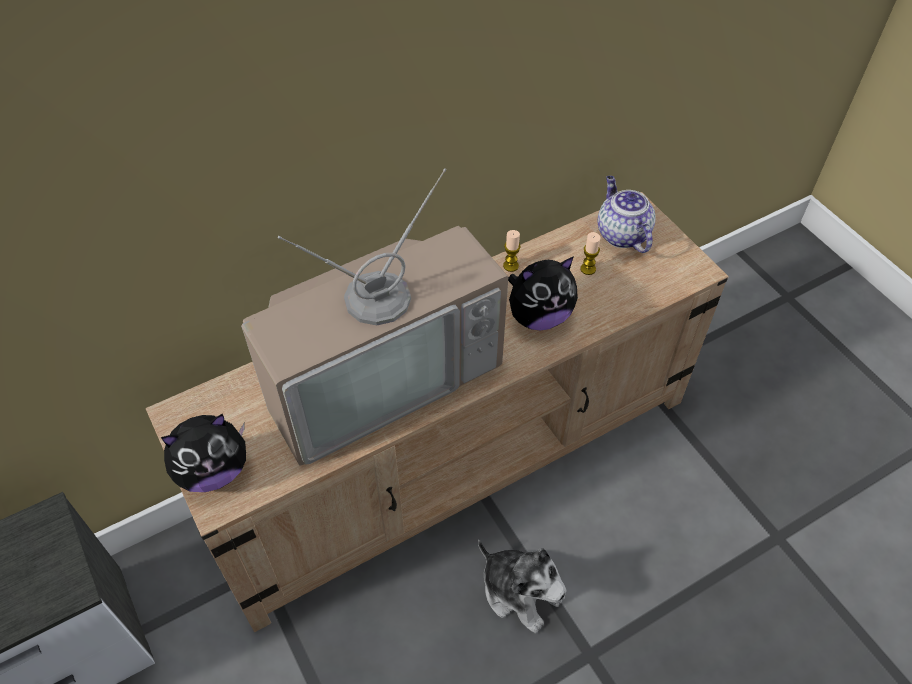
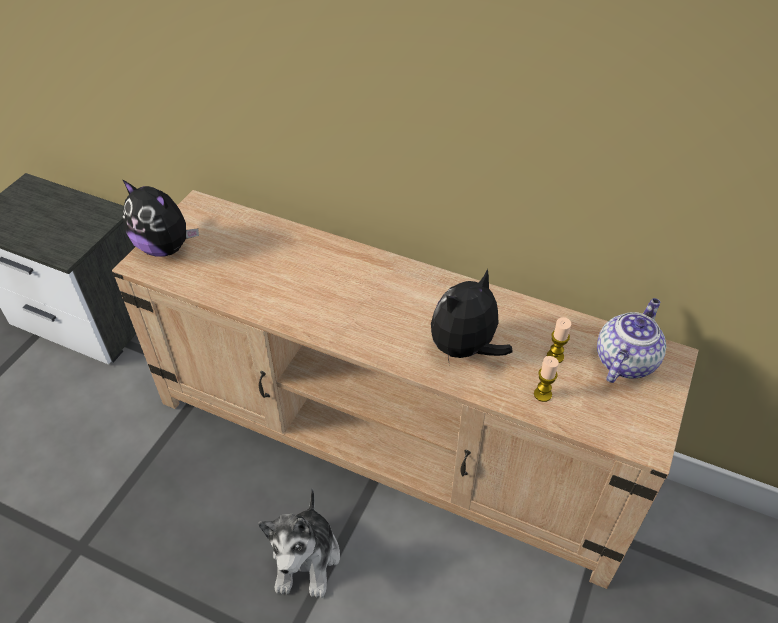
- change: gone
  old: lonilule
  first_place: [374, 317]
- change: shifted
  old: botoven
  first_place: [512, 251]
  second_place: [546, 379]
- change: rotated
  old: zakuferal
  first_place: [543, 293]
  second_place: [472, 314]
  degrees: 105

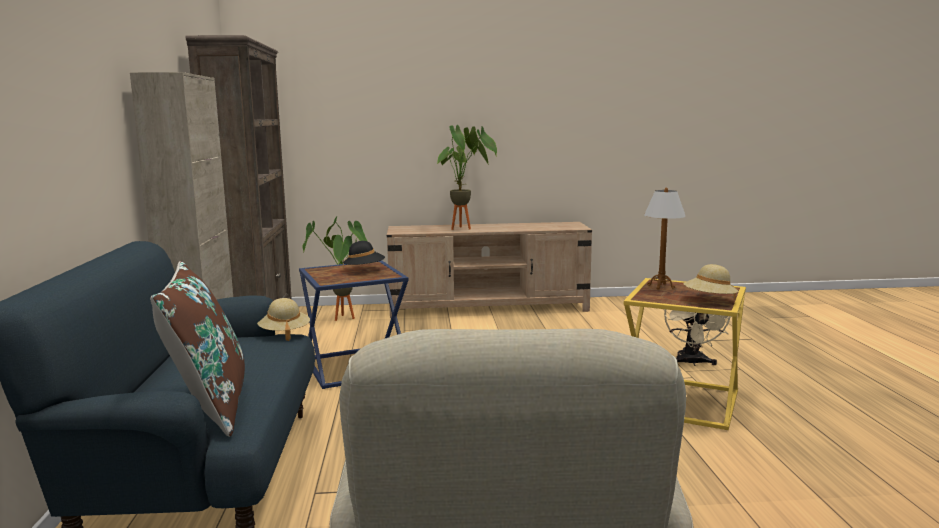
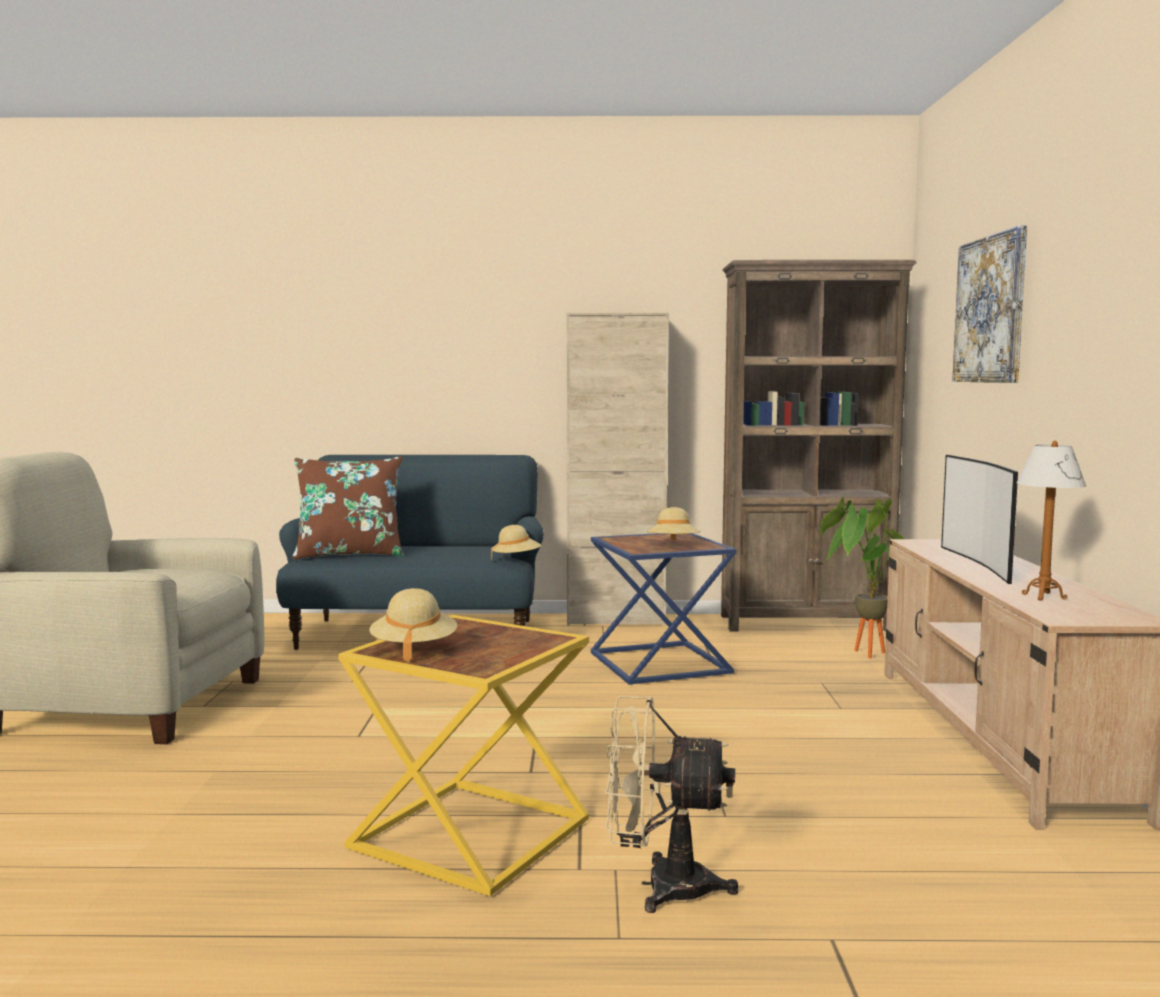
- change: repainted
  old: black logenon
  new: beige logenon
  first_place: [364, 255]
  second_place: [674, 524]
- change: swapped
  old: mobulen
  new: lonilule
  first_place: [466, 177]
  second_place: [979, 519]
- change: shifted
  old: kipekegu
  first_place: [665, 238]
  second_place: [1051, 521]
- change: new
  new: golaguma
  second_place: [989, 304]

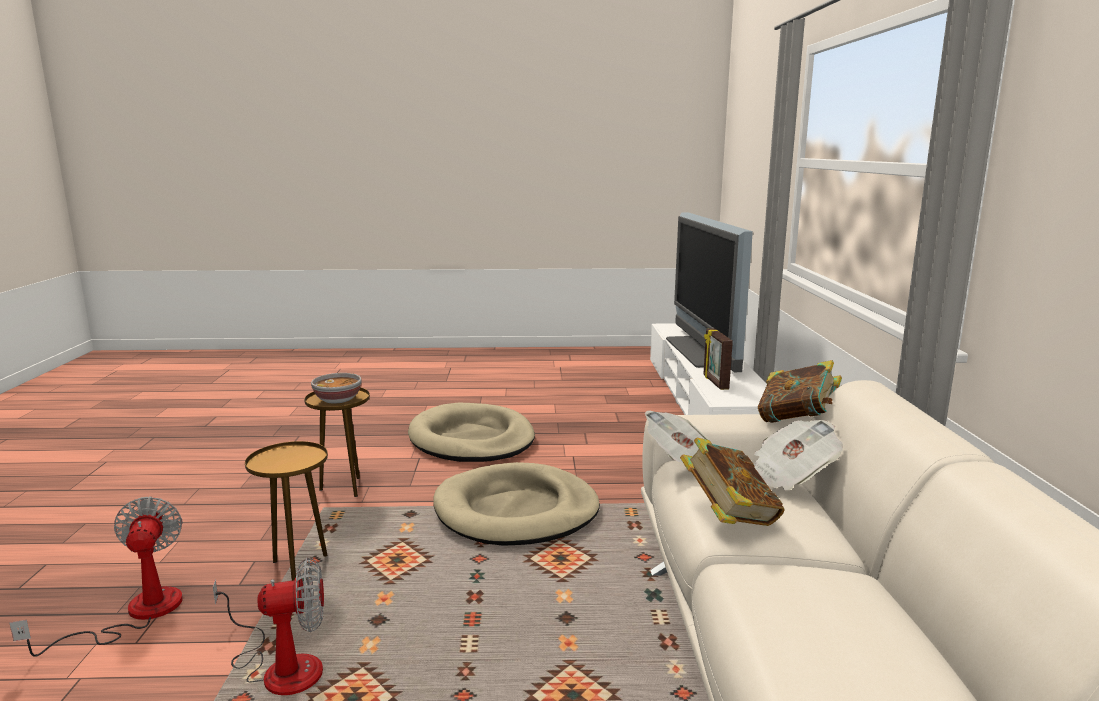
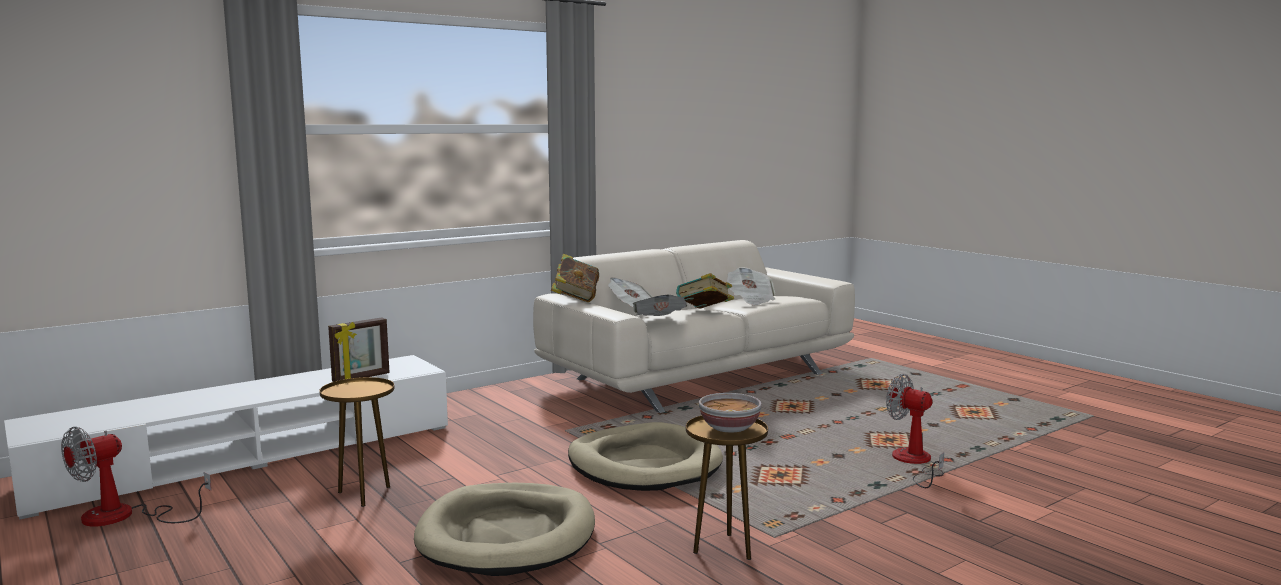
- change: shifted
  old: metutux
  first_place: [96, 577]
  second_place: [136, 476]
- change: shifted
  old: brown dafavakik
  first_place: [286, 511]
  second_place: [356, 442]
- change: gone
  old: lonilule
  first_place: [709, 292]
- change: new
  new: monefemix
  second_place: [751, 286]

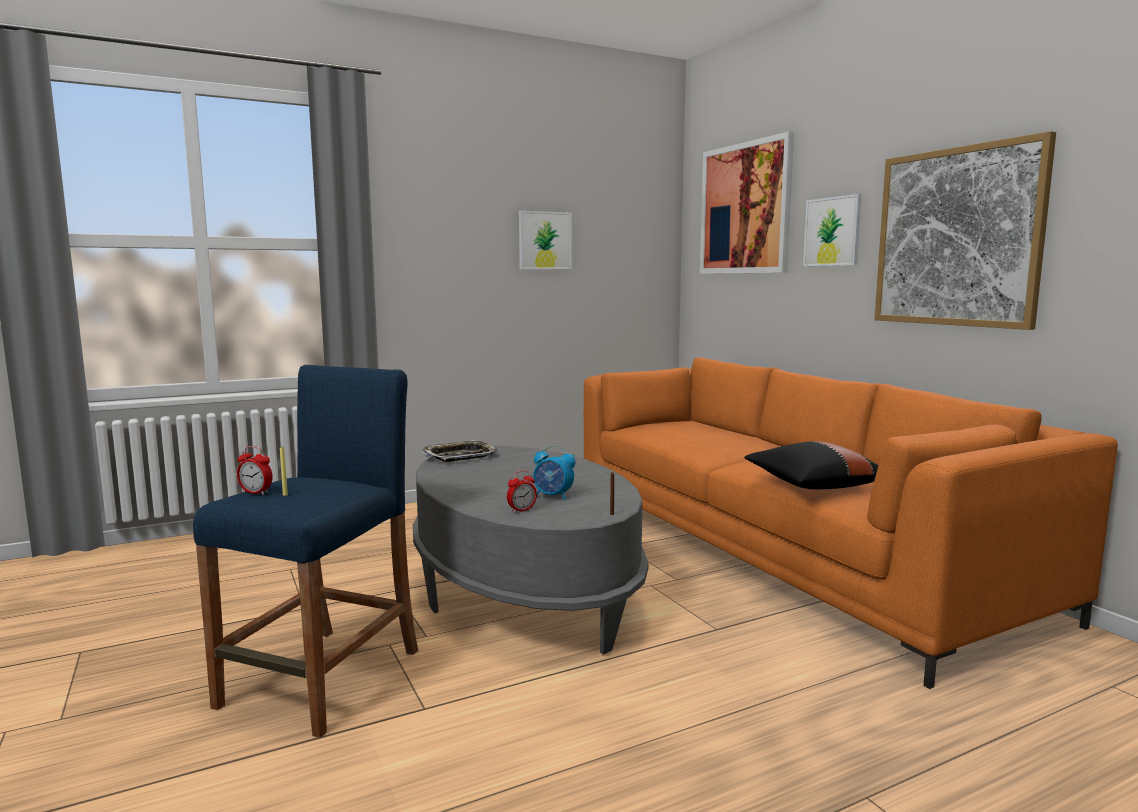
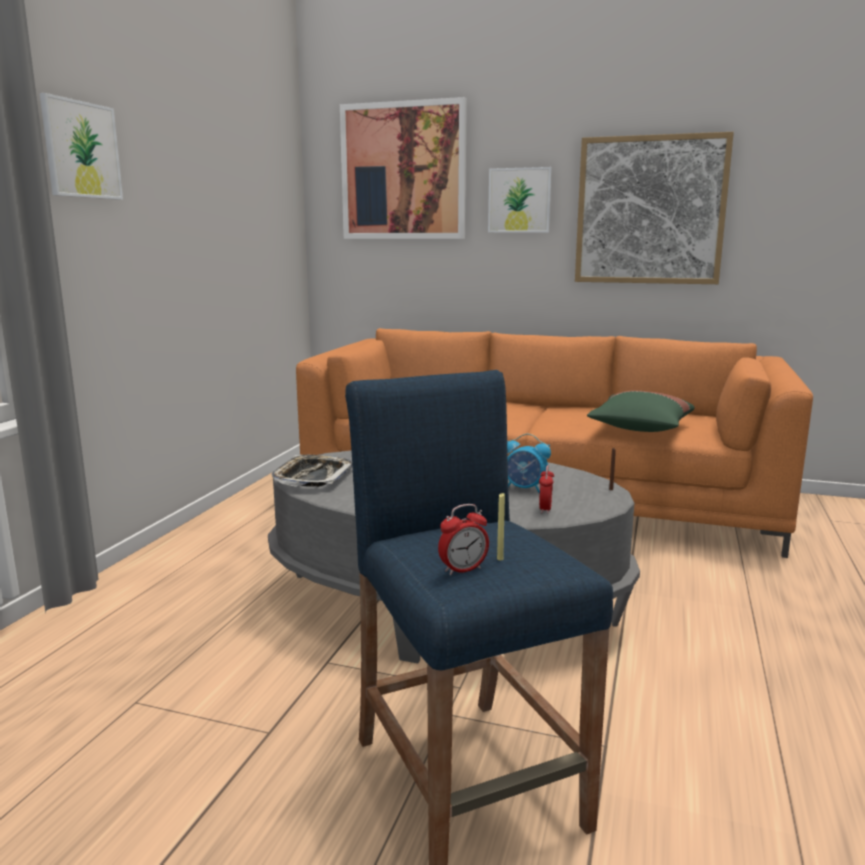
- change: shifted
  old: golaguma
  first_place: [545, 240]
  second_place: [81, 146]
- change: rotated
  old: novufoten
  first_place: [554, 472]
  second_place: [529, 464]
  degrees: 45
- change: repainted
  old: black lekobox
  new: green lekobox
  first_place: [811, 465]
  second_place: [641, 411]

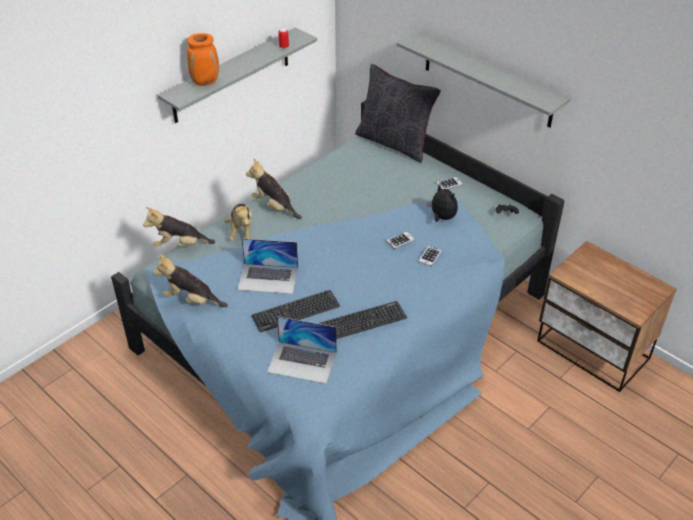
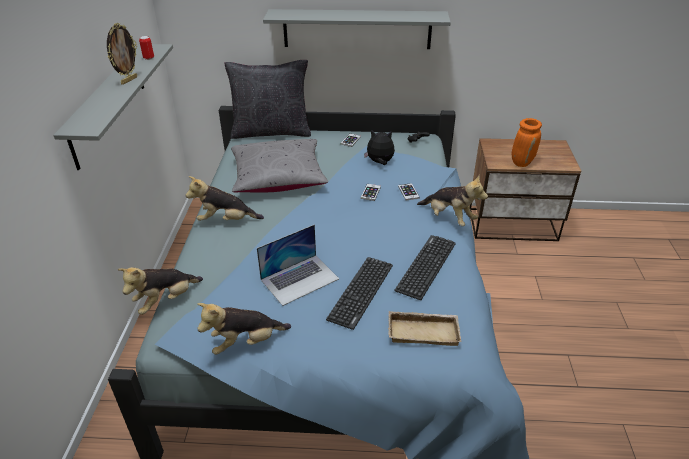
- change: shifted
  old: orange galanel
  first_place: [203, 59]
  second_place: [527, 142]
- change: shifted
  old: zakuferal
  first_place: [238, 222]
  second_place: [452, 200]
- change: swapped
  old: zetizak
  new: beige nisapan
  first_place: [302, 350]
  second_place: [425, 328]
- change: new
  new: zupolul
  second_place: [122, 54]
- change: new
  new: grey lekobox
  second_place: [279, 165]

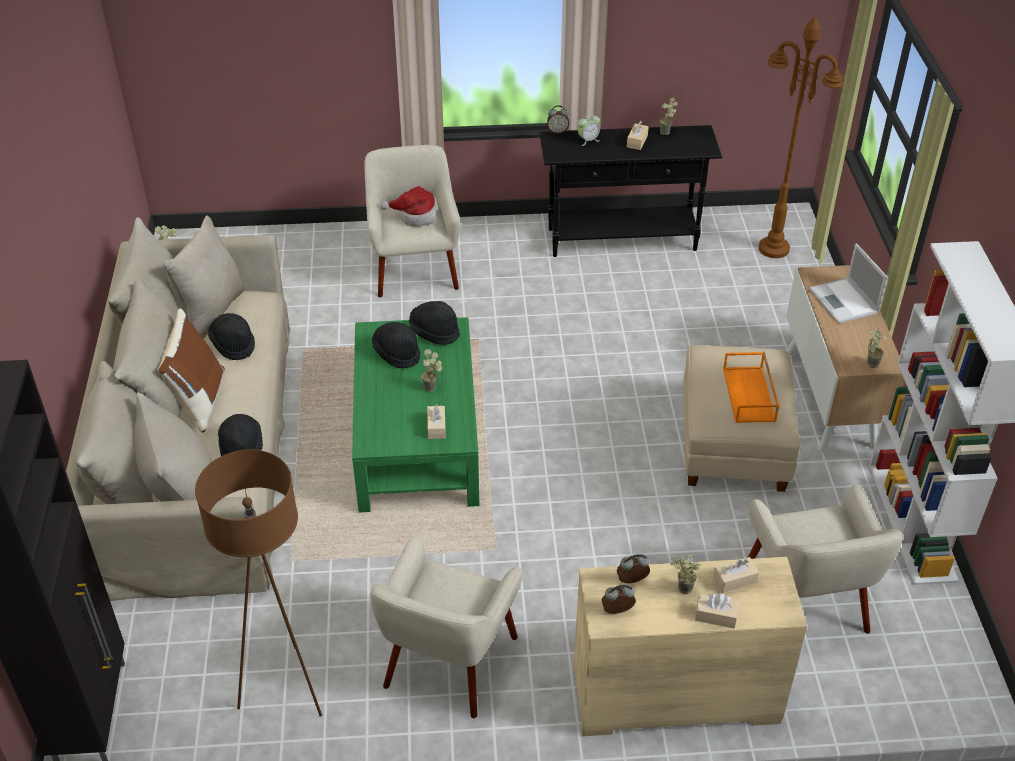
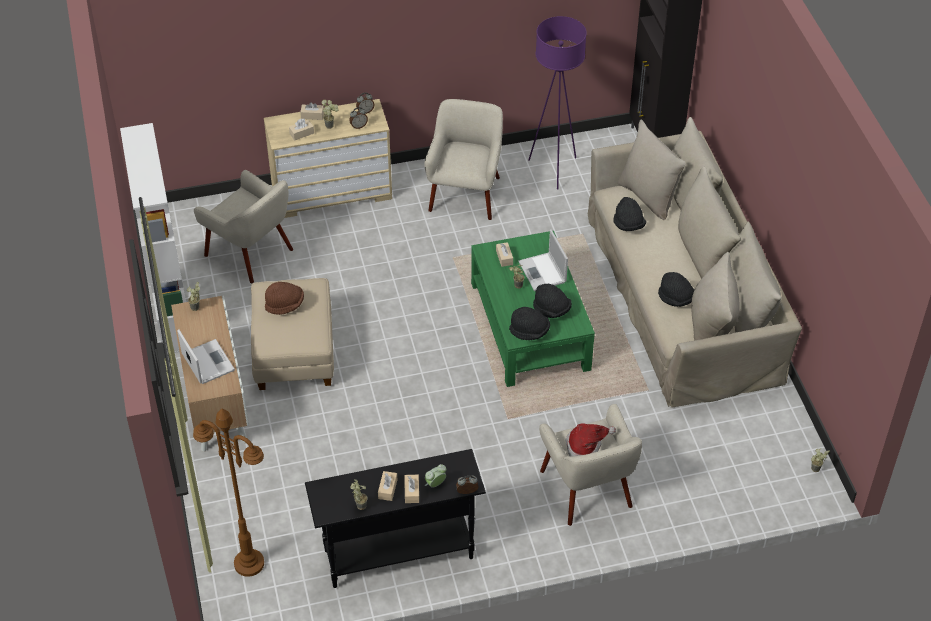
- change: gone
  old: brown lekobox
  first_place: [191, 371]
- change: repainted
  old: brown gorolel
  new: purple gorolel
  first_place: [258, 583]
  second_place: [557, 102]
- change: swapped
  old: orange nisapan
  new: brown logenon
  first_place: [751, 387]
  second_place: [284, 298]
- change: rotated
  old: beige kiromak
  first_place: [825, 559]
  second_place: [243, 226]
  degrees: 150
- change: new
  new: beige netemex
  second_place: [411, 489]
- change: new
  new: zetizak
  second_place: [543, 260]

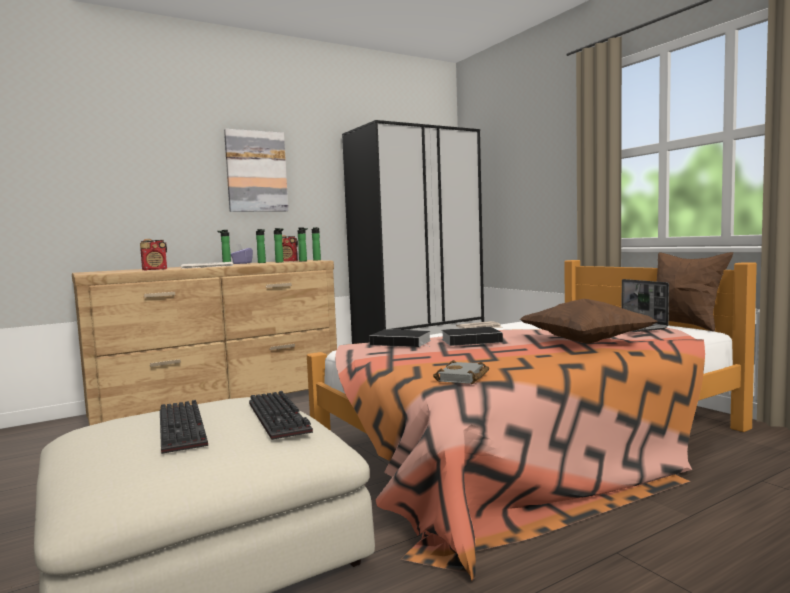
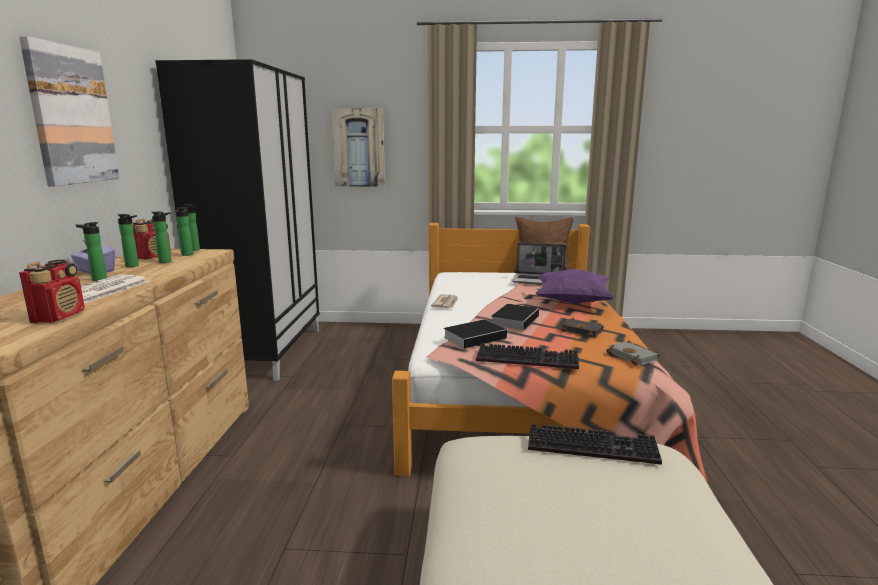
- change: shifted
  old: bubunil
  first_place: [184, 427]
  second_place: [527, 356]
- change: repainted
  old: brown lekobox
  new: purple lekobox
  first_place: [589, 321]
  second_place: [575, 286]
- change: new
  new: golaguma
  second_place: [358, 147]
- change: new
  new: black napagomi
  second_place: [582, 328]

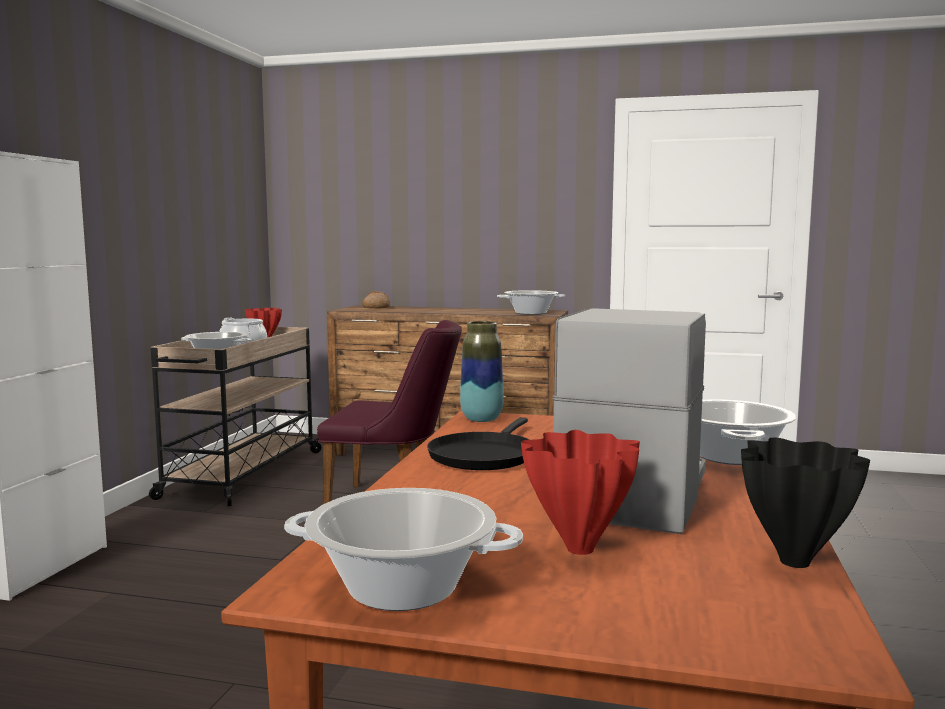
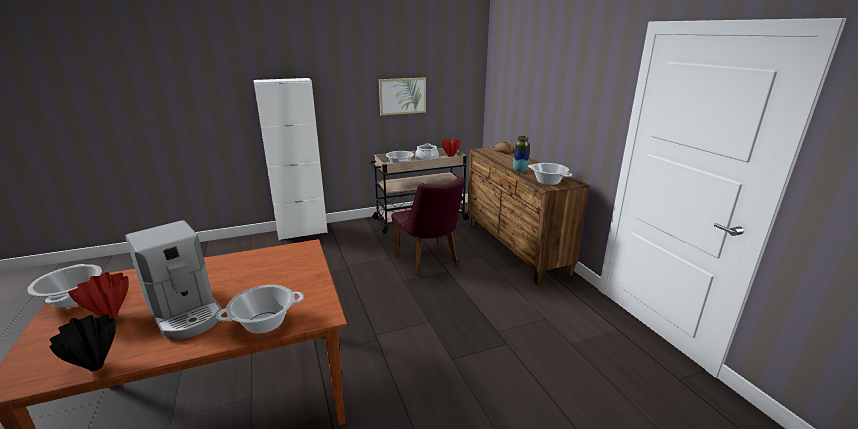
- change: gone
  old: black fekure
  first_place: [478, 443]
- change: shifted
  old: galanel
  first_place: [482, 371]
  second_place: [521, 154]
- change: rotated
  old: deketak
  first_place: [629, 421]
  second_place: [173, 279]
  degrees: 60
- change: new
  new: golaguma
  second_place: [402, 96]

